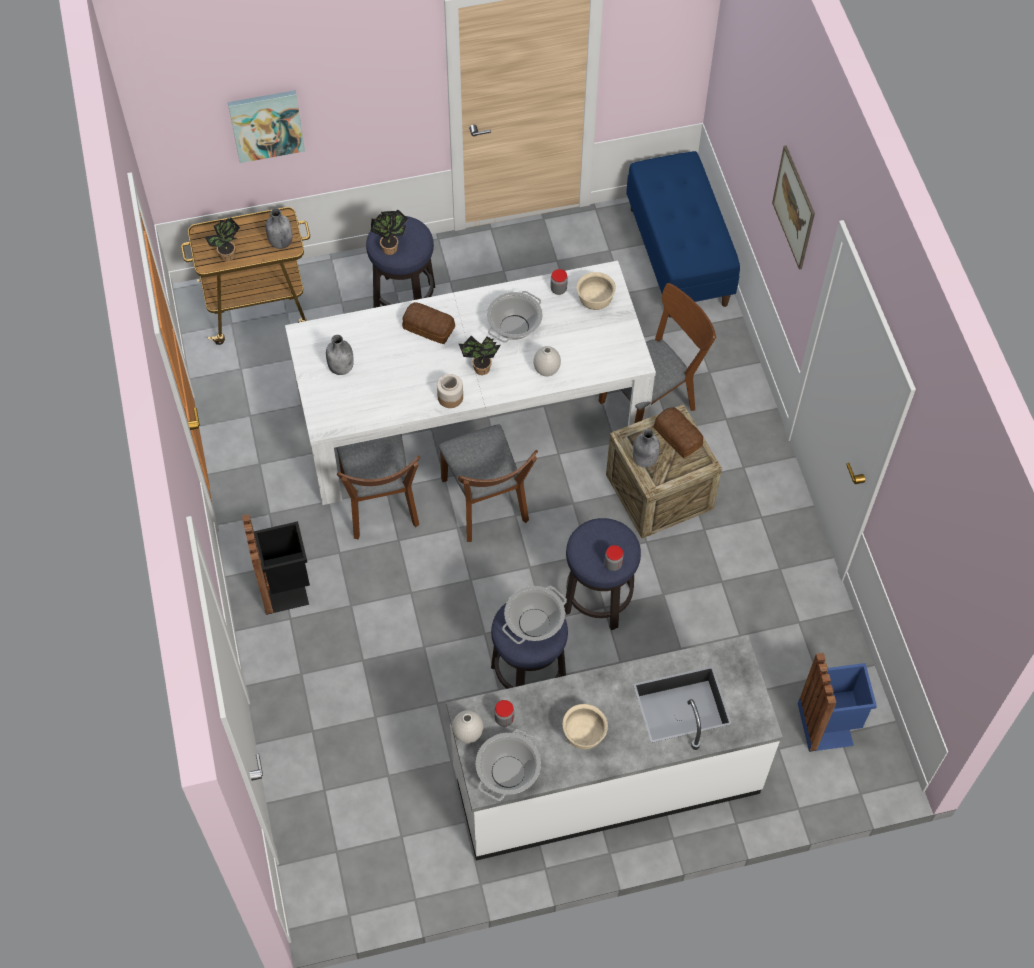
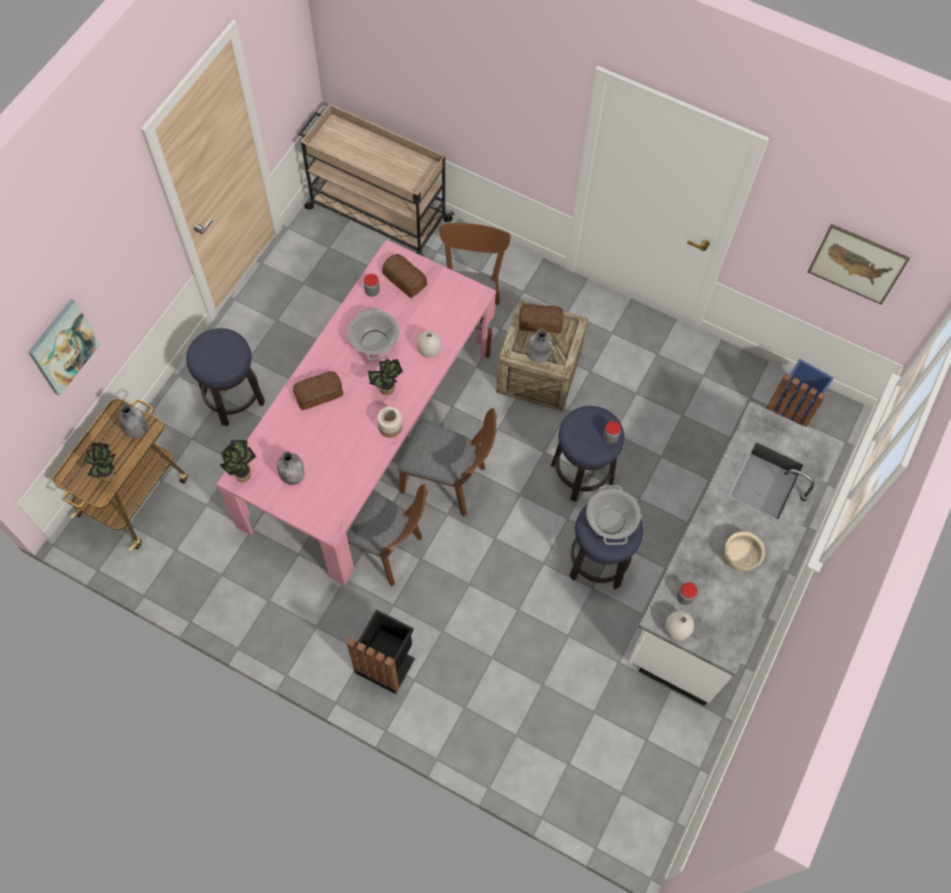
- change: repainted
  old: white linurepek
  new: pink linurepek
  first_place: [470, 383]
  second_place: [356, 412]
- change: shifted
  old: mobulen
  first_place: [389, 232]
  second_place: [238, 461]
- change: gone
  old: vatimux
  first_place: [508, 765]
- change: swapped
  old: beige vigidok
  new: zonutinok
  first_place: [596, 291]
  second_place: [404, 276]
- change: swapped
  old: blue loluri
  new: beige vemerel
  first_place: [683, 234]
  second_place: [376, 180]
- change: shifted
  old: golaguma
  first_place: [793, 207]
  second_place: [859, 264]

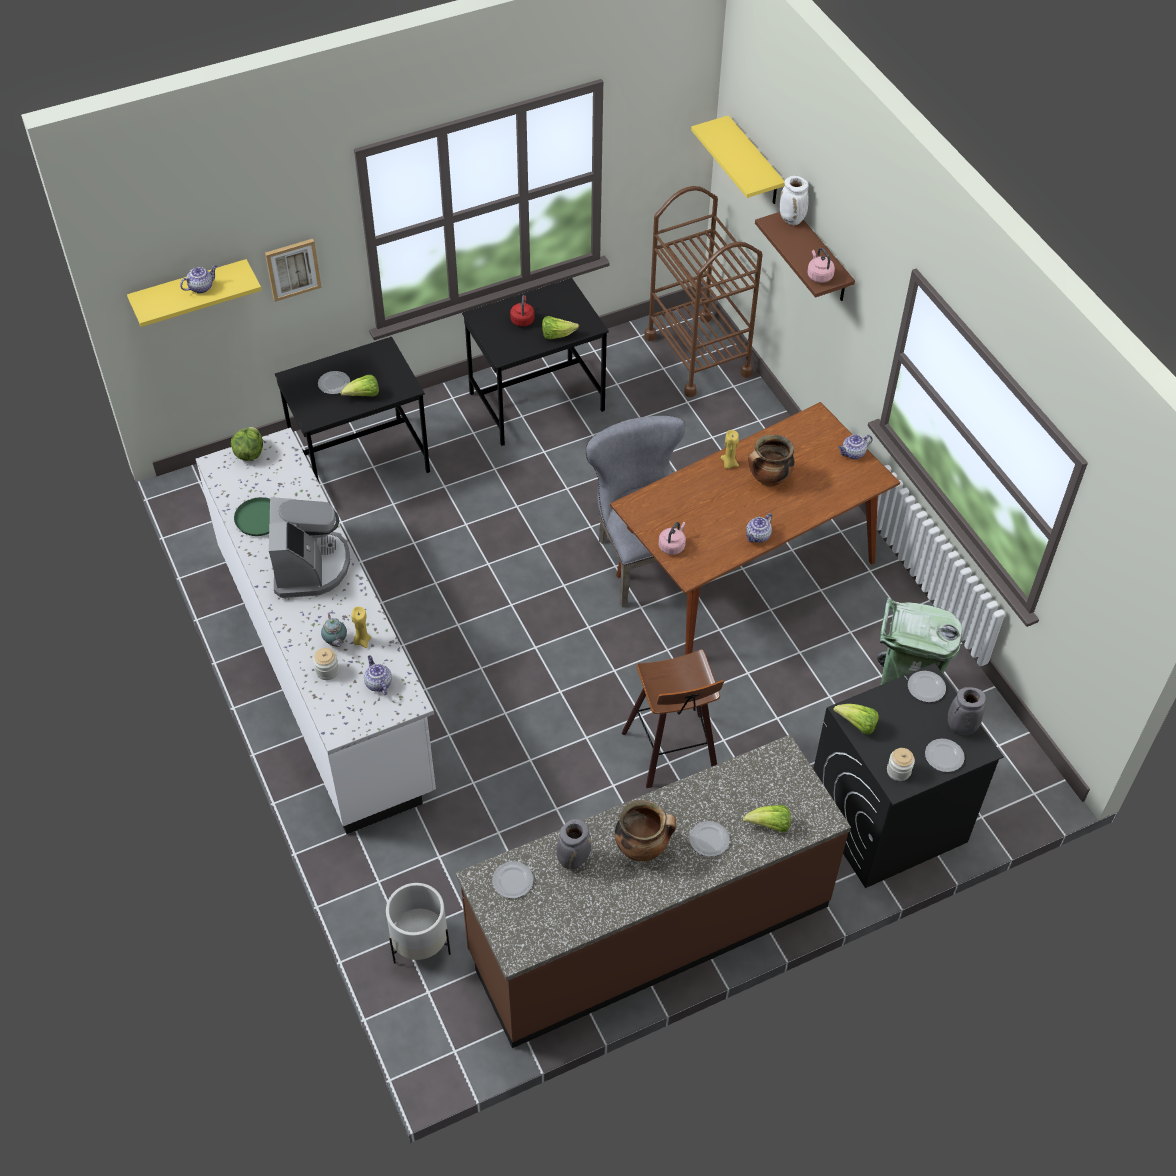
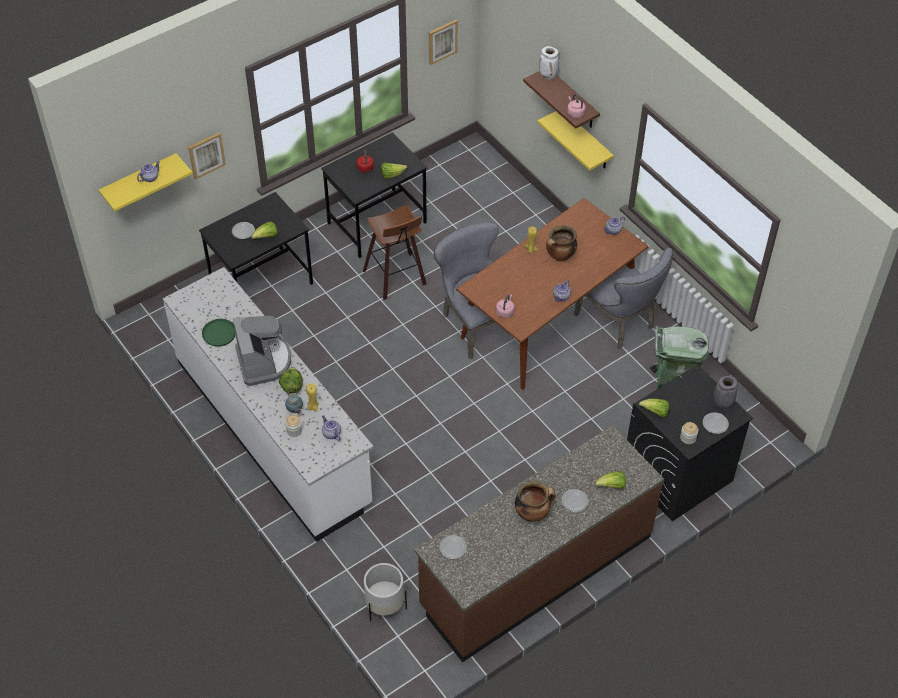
- change: shifted
  old: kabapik
  first_place: [247, 444]
  second_place: [291, 380]
- change: gone
  old: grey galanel
  first_place: [573, 844]
- change: shifted
  old: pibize
  first_place: [673, 718]
  second_place: [394, 252]
- change: gone
  old: brown vemerel
  first_place: [704, 291]
- change: shifted
  old: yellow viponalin
  first_place: [738, 159]
  second_place: [576, 141]
- change: gone
  old: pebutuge
  first_place: [927, 686]
- change: new
  new: golaguma
  second_place: [443, 42]
- change: new
  new: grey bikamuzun
  second_place: [623, 298]

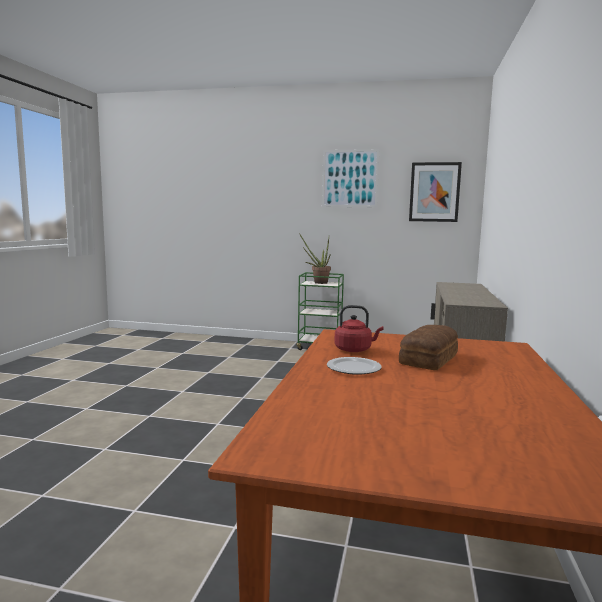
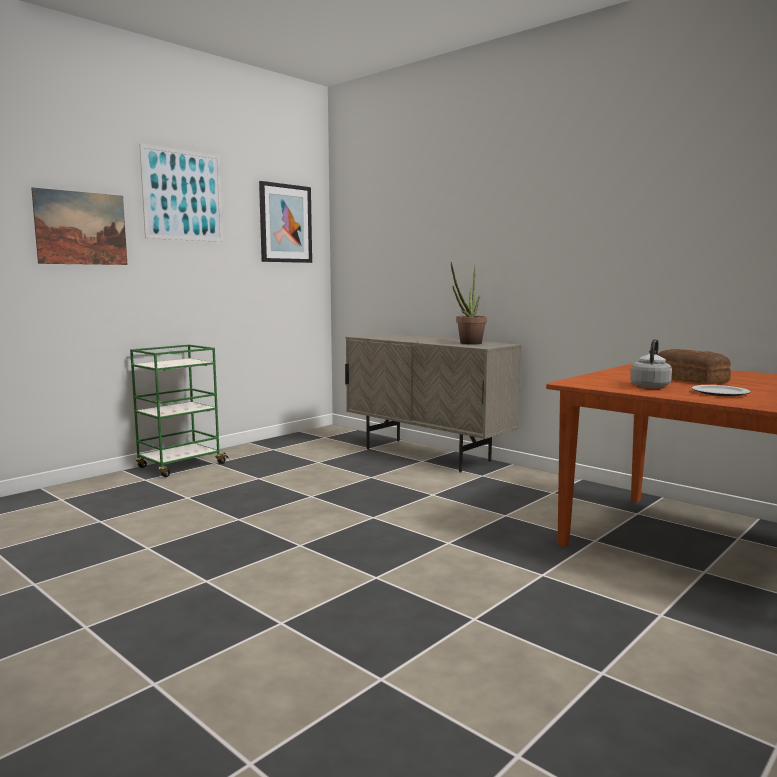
- change: shifted
  old: mobulen
  first_place: [315, 258]
  second_place: [469, 303]
- change: repainted
  old: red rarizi
  new: grey rarizi
  first_place: [359, 328]
  second_place: [651, 363]
- change: new
  new: golaguma
  second_place: [79, 226]

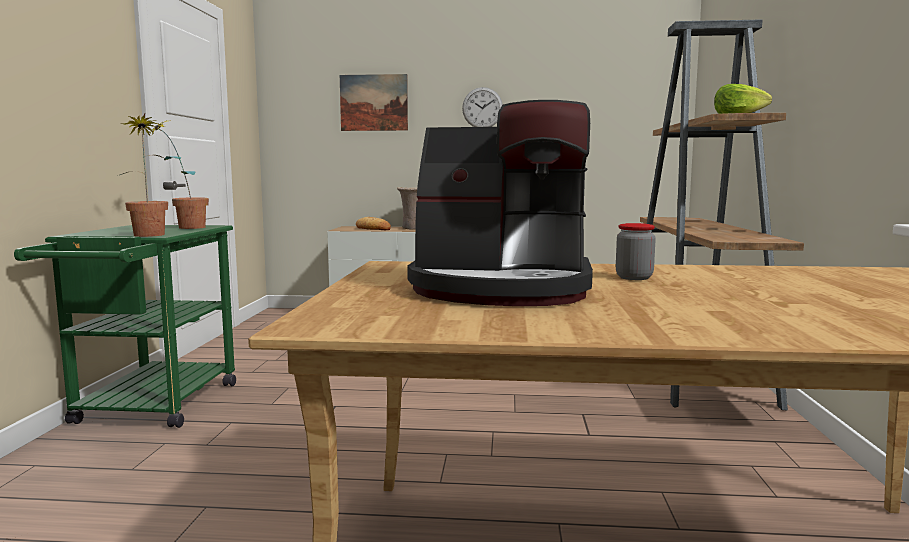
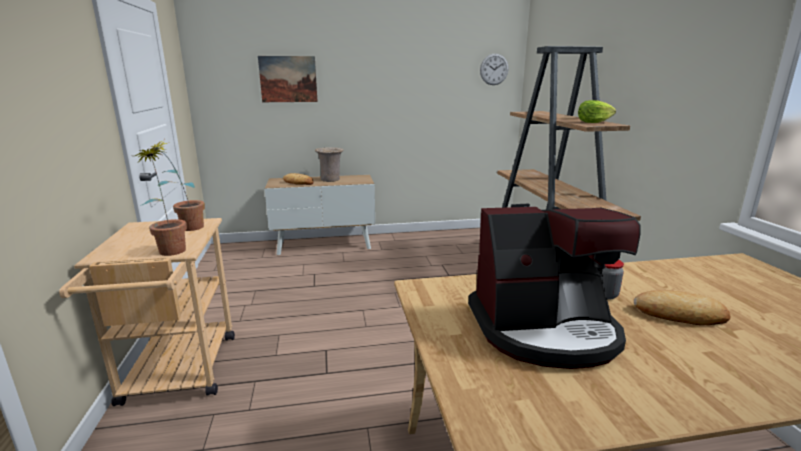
- change: repainted
  old: green vemerel
  new: beige vemerel
  first_place: [125, 326]
  second_place: [147, 312]
- change: shifted
  old: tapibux
  first_place: [482, 107]
  second_place: [494, 69]
- change: new
  new: zonutinok
  second_place: [682, 307]

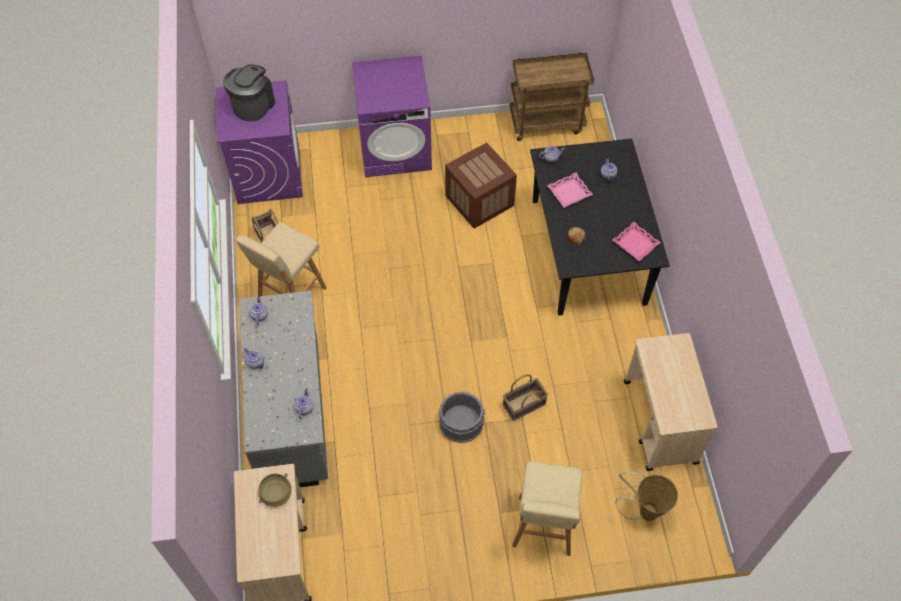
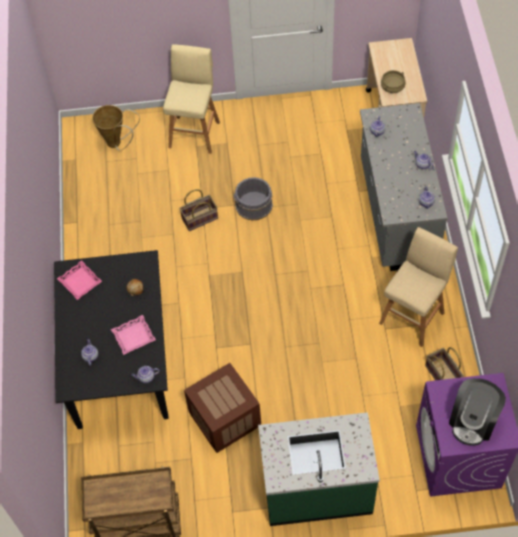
- change: swapped
  old: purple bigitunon
  new: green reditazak
  first_place: [392, 116]
  second_place: [319, 469]
- change: gone
  old: beige vemerel
  first_place: [671, 402]

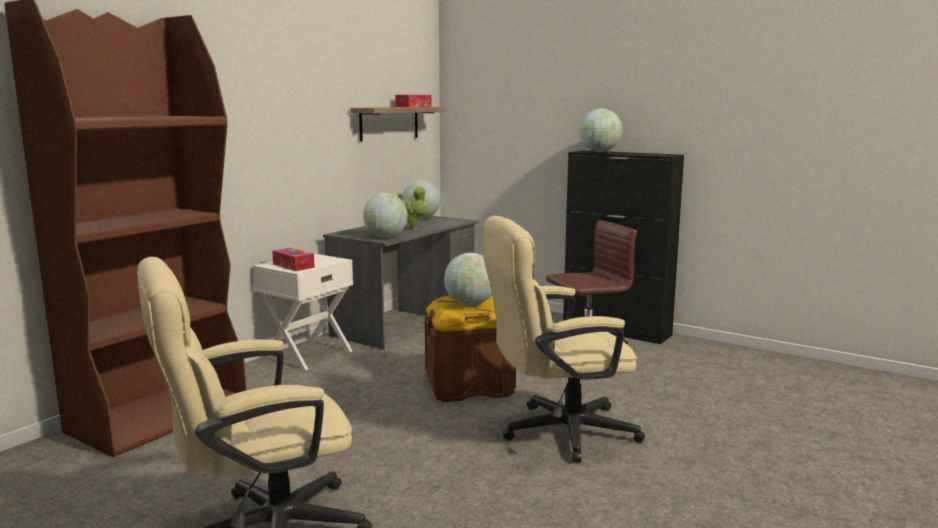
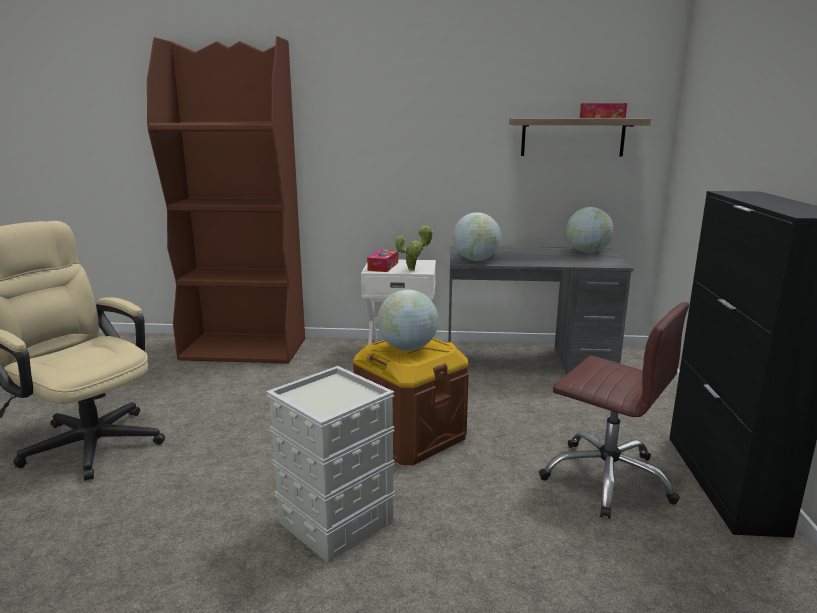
- change: shifted
  old: mobulen
  first_place: [415, 208]
  second_place: [414, 248]
- change: swapped
  old: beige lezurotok
  new: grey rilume
  first_place: [564, 339]
  second_place: [330, 465]
- change: gone
  old: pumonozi
  first_place: [600, 130]

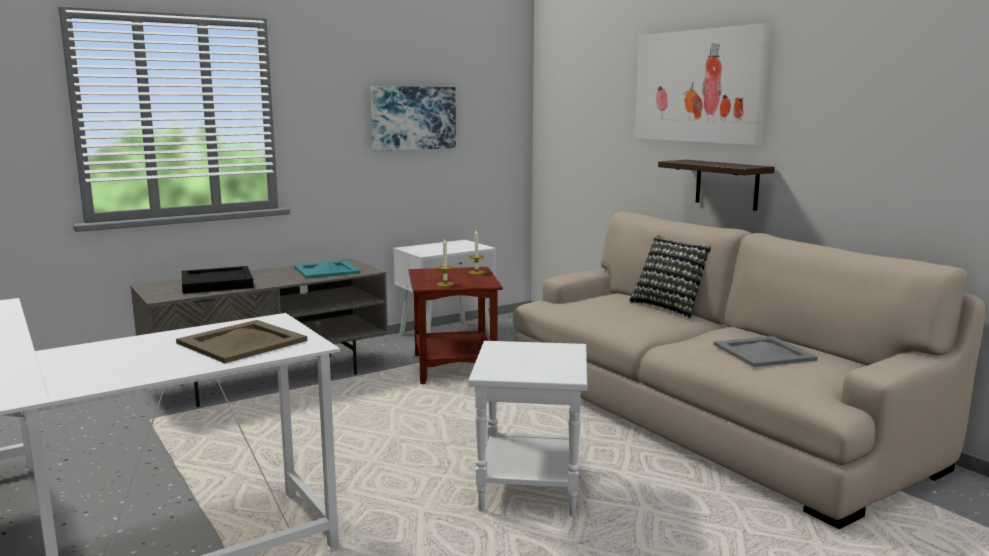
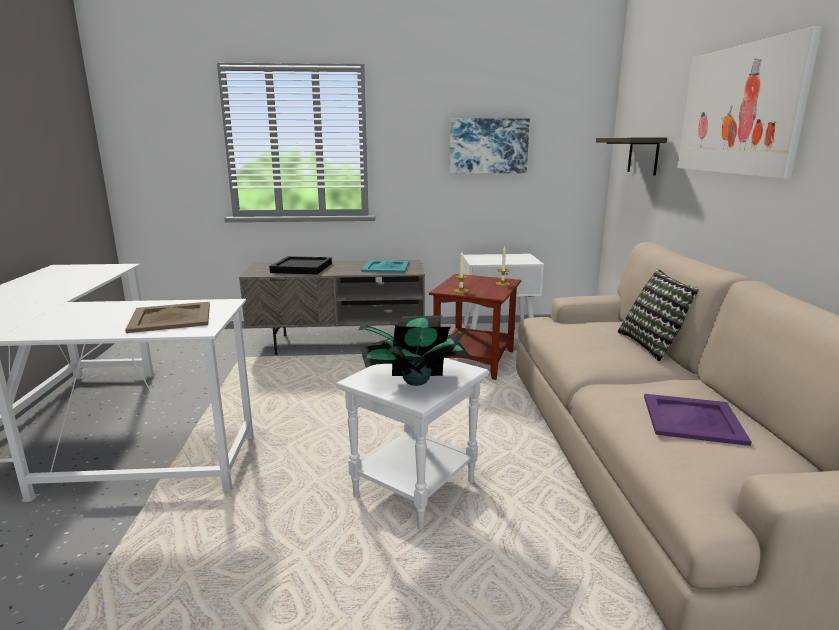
- change: shifted
  old: viponalin
  first_place: [716, 185]
  second_place: [631, 156]
- change: repainted
  old: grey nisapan
  new: purple nisapan
  first_place: [766, 351]
  second_place: [698, 420]
- change: new
  new: mobulen
  second_place: [415, 350]

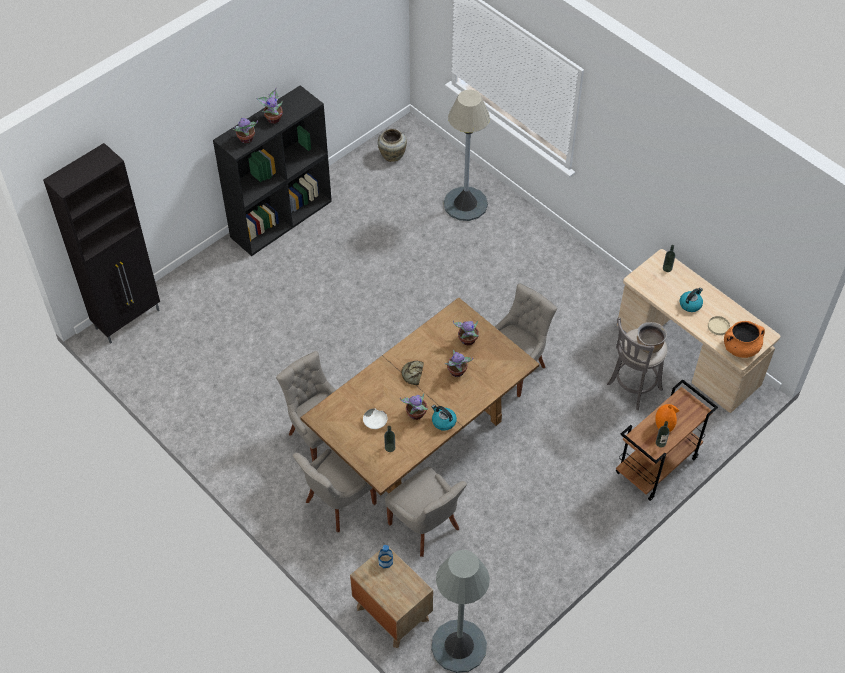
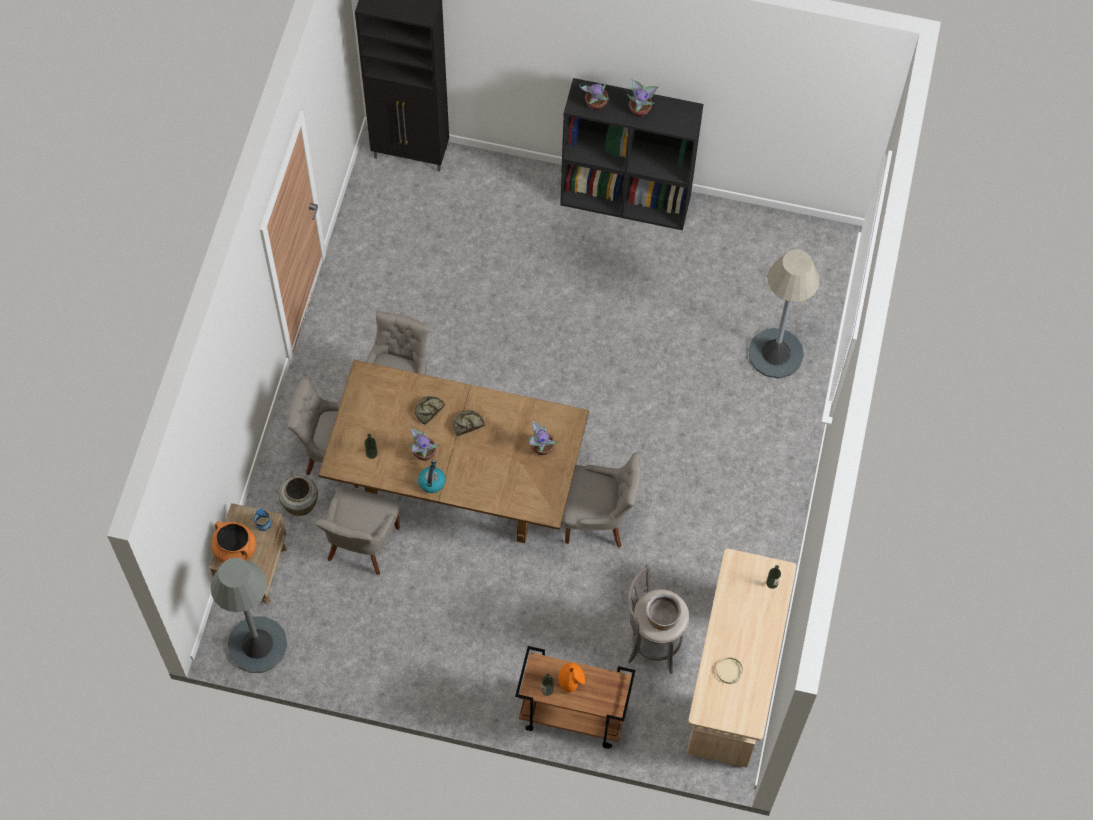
- change: gone
  old: white vigidok
  first_place: [375, 418]
- change: shifted
  old: beige galanel
  first_place: [392, 145]
  second_place: [298, 495]
- change: gone
  old: mobulen
  first_place: [459, 363]
- change: gone
  old: rarizi
  first_place: [691, 300]
- change: shifted
  old: orange vatimux
  first_place: [744, 339]
  second_place: [233, 542]
- change: new
  new: zonutinok
  second_place: [430, 410]

